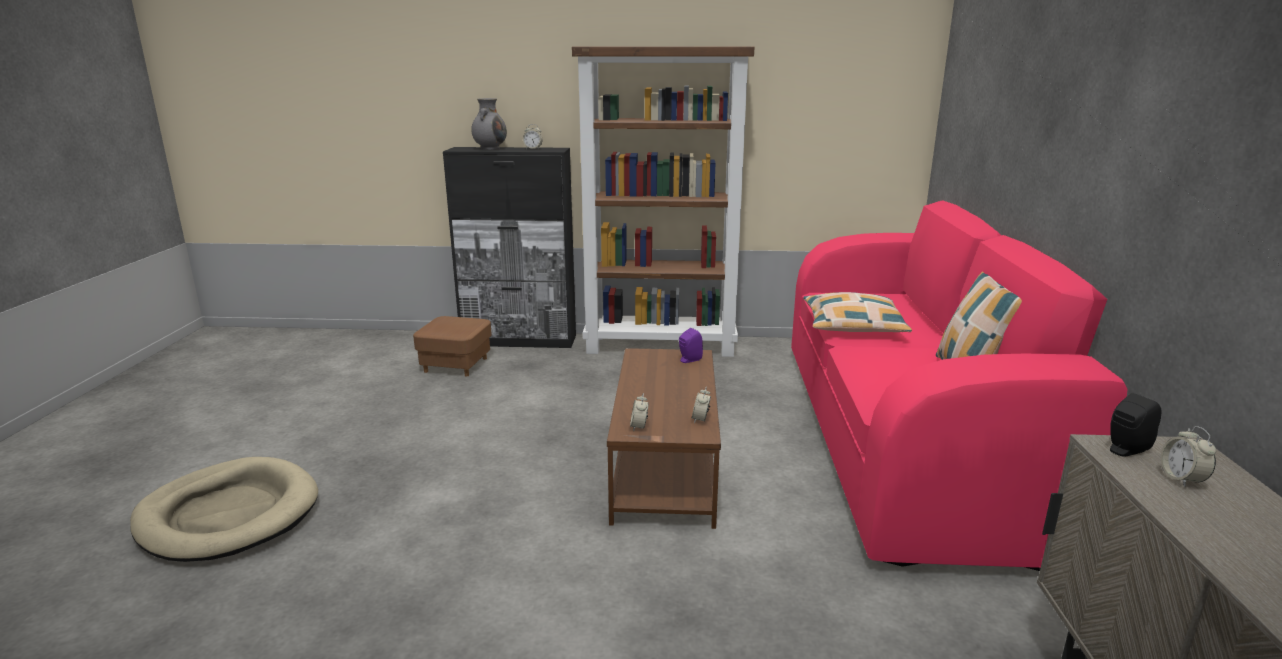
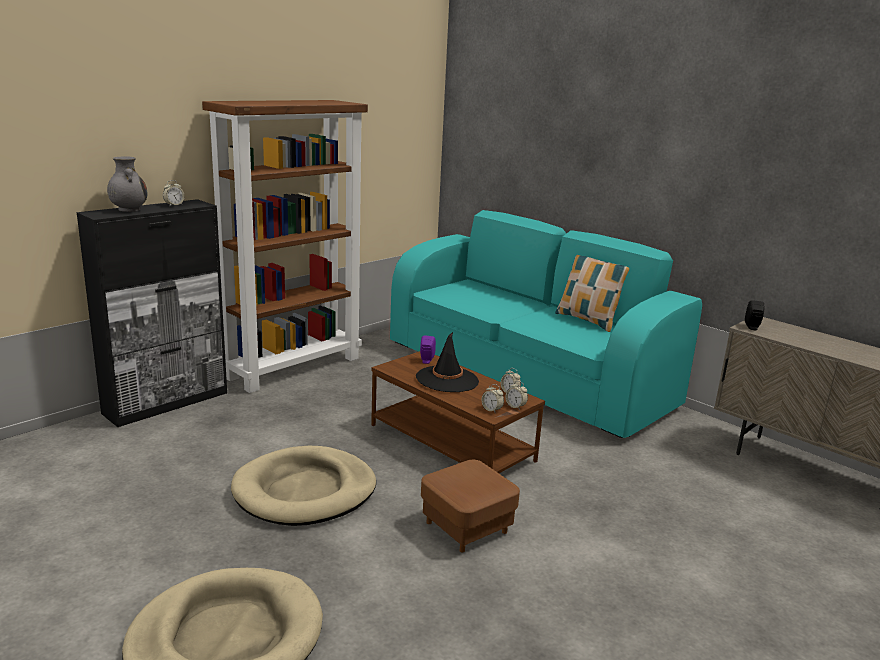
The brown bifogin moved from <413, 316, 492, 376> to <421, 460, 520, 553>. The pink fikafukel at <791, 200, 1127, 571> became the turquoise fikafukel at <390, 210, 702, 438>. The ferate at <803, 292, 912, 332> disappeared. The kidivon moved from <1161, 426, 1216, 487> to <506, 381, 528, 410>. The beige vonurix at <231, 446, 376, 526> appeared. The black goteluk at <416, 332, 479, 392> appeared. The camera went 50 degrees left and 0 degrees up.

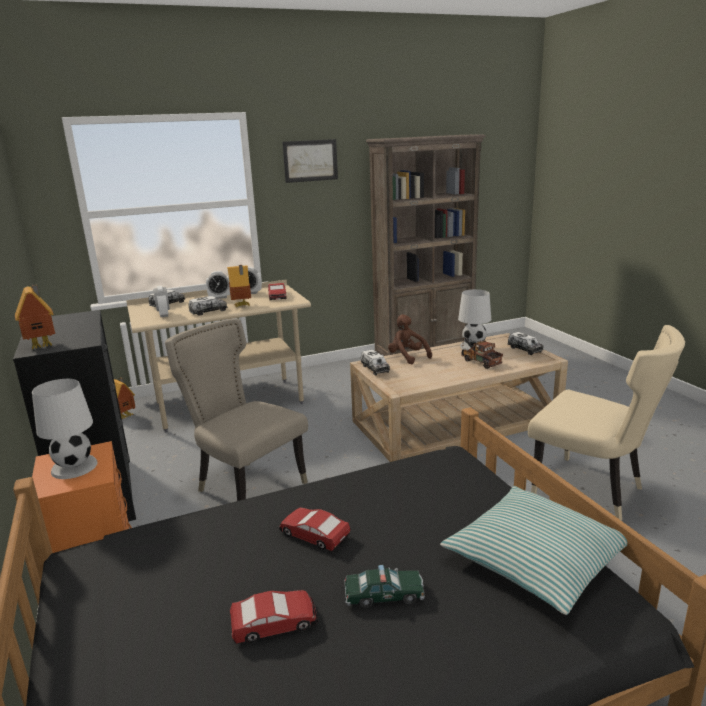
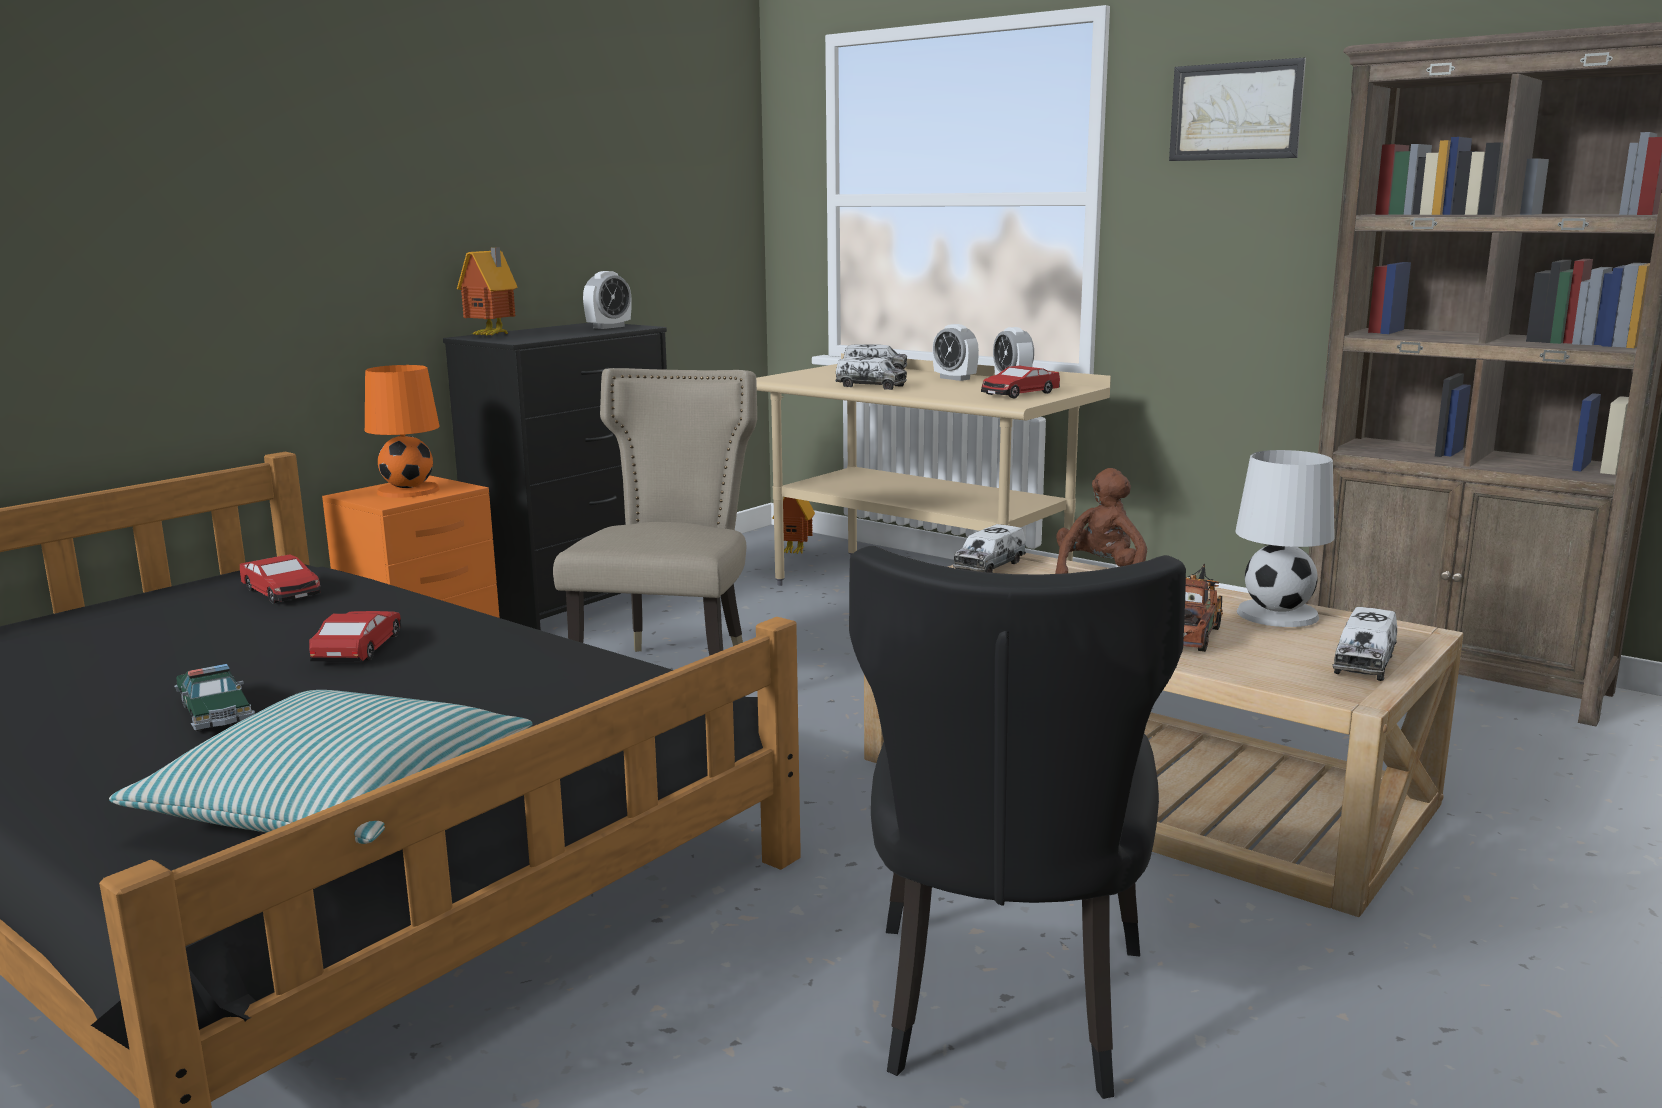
The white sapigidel at <32, 379, 98, 479> became the orange sapigidel at <365, 365, 440, 498>. The kidivon moved from <153, 286, 170, 317> to <583, 271, 632, 329>. The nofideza at <227, 265, 251, 307> disappeared. The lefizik moved from <230, 590, 318, 643> to <240, 554, 321, 603>. The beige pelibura at <528, 325, 685, 521> became the black pelibura at <849, 546, 1186, 1099>. The camera went 60 degrees right and 5 degrees down.

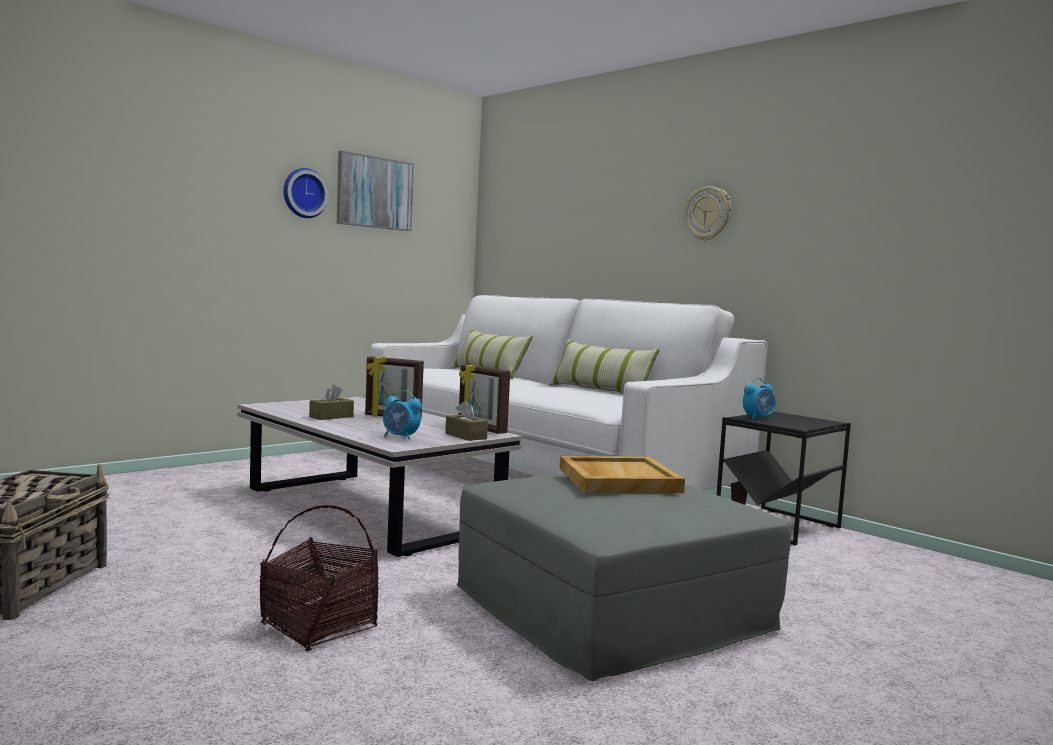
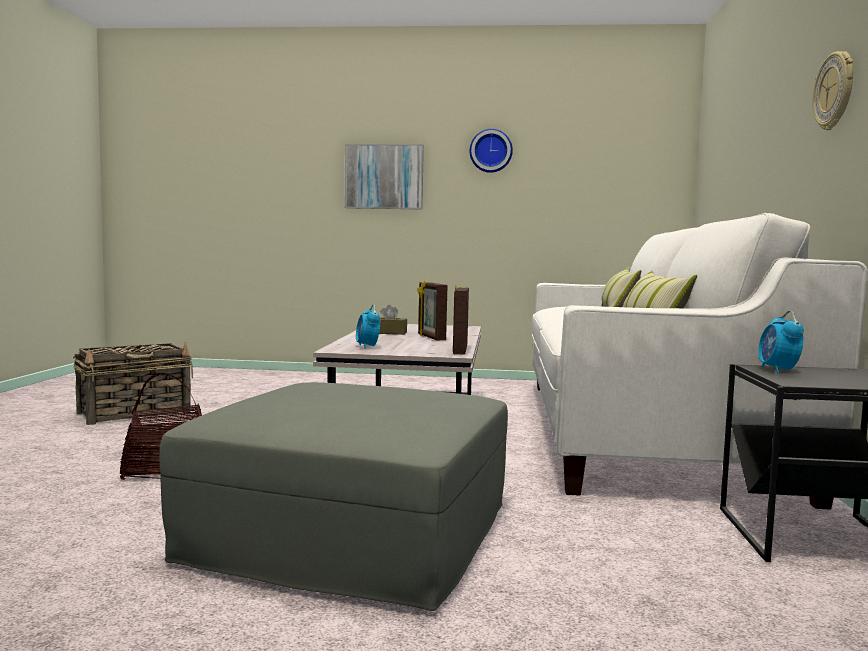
The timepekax moved from <337, 151, 414, 231> to <345, 144, 424, 209>. The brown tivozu at <445, 401, 488, 441> disappeared. The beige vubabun at <559, 456, 685, 493> disappeared. The kidivon at <743, 378, 775, 420> turned 75 degrees clockwise. The camera went 50 degrees right and 0 degrees up.

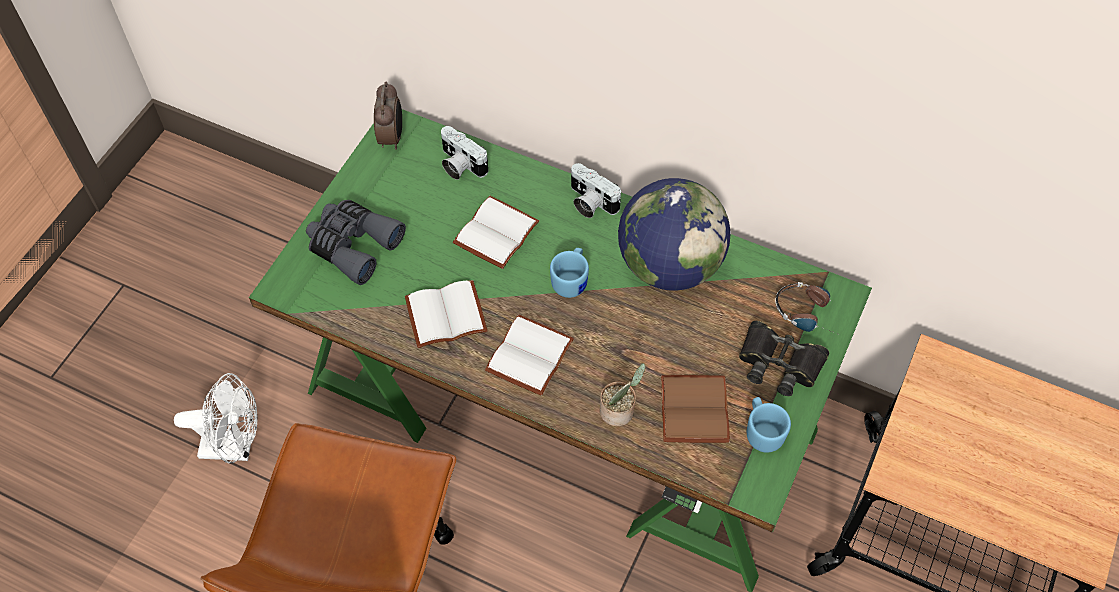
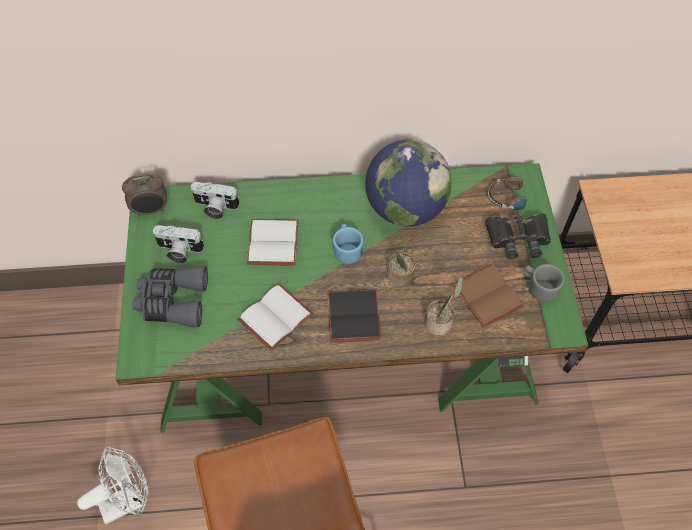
The kidivon at <374, 82, 402, 150> turned 105 degrees clockwise. The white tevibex at <485, 314, 574, 396> became the black tevibex at <327, 289, 382, 342>. The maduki moved from <571, 163, 621, 218> to <153, 225, 204, 263>. The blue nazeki at <747, 397, 791, 453> became the grey nazeki at <524, 264, 565, 302>. The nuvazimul at <388, 248, 416, 287> appeared. The camera went 30 degrees left and 0 degrees up.

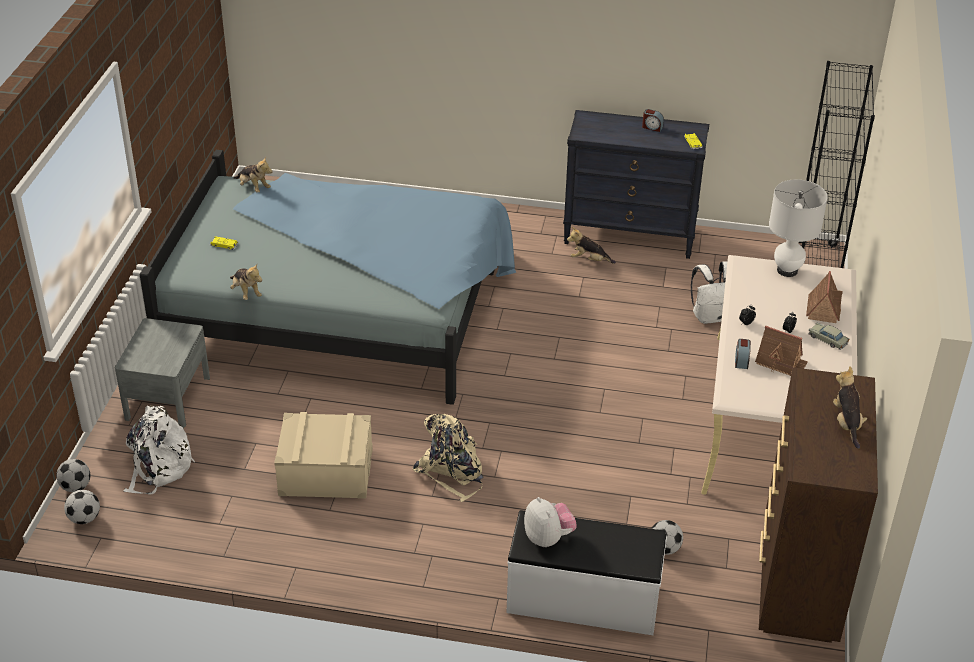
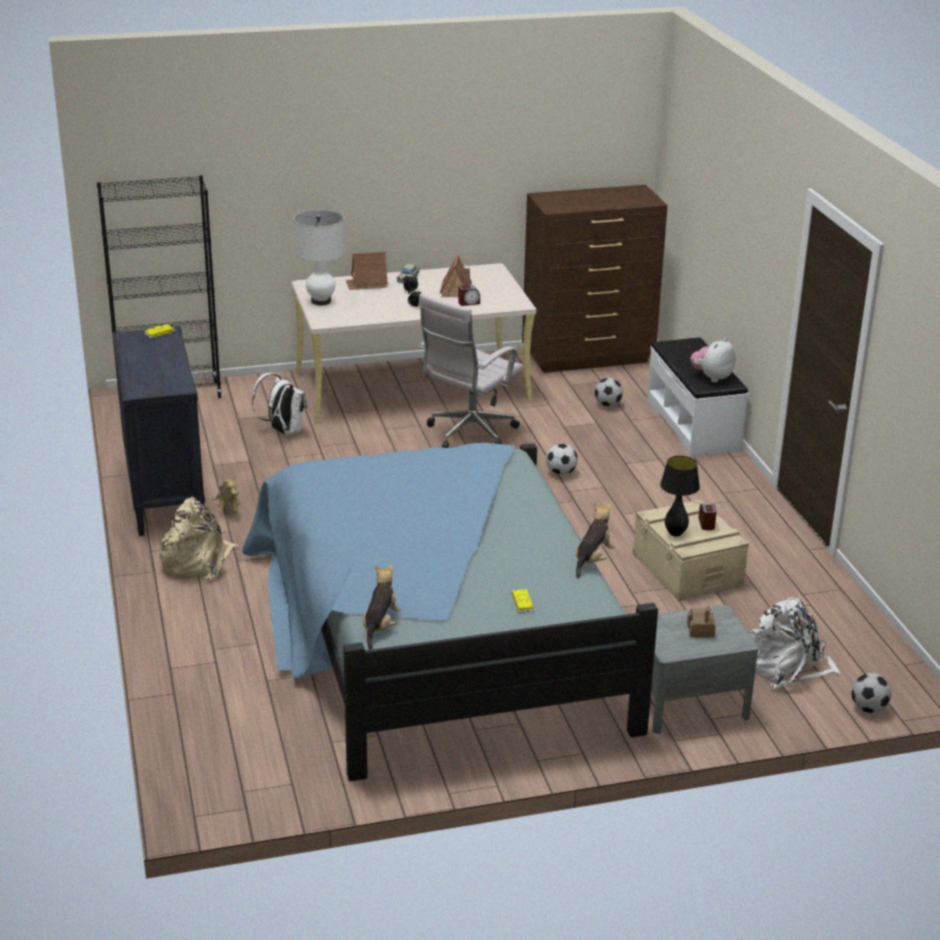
The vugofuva moved from <64, 490, 100, 524> to <546, 443, 578, 475>. The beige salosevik moved from <413, 414, 484, 502> to <159, 497, 239, 581>. The kidivon moved from <642, 109, 664, 132> to <699, 504, 717, 530>. The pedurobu at <833, 366, 867, 449> disappeared. The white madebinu at <418, 293, 524, 448> appeared. The black sapigidel at <660, 456, 700, 537> appeared. The nofideza at <687, 606, 716, 638> appeared. The camera went 115 degrees left and 10 degrees down.

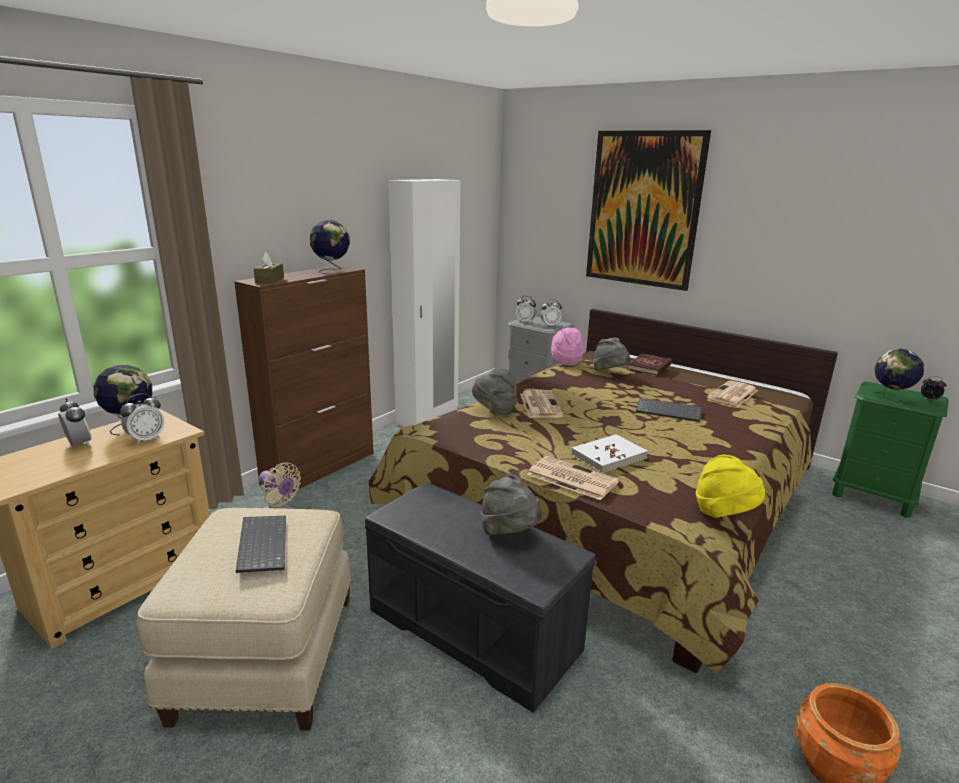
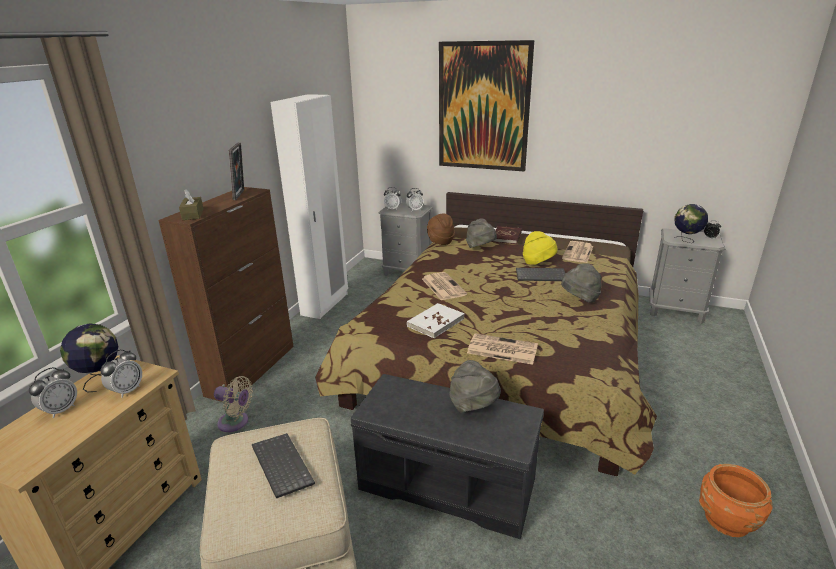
The kidivon at <58, 398, 92, 446> turned 90 degrees clockwise. The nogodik at <310, 220, 350, 274> was replaced by the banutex at <229, 143, 244, 200>. The grey goteluk moved from <472, 368, 517, 415> to <561, 263, 602, 303>. The pink goteluk at <551, 327, 584, 365> became the brown goteluk at <427, 213, 455, 245>. The white tevibex moved from <571, 434, 648, 473> to <407, 303, 465, 338>. The yellow goteluk moved from <696, 455, 765, 518> to <523, 231, 558, 265>. The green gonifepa at <832, 381, 949, 518> became the grey gonifepa at <650, 228, 725, 324>. The camera went 15 degrees left and 5 degrees up.

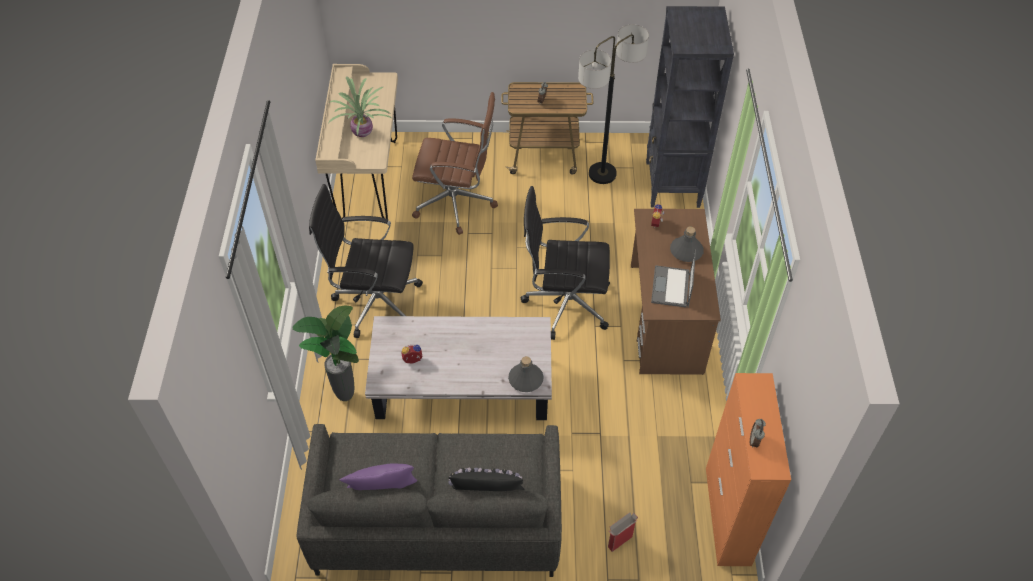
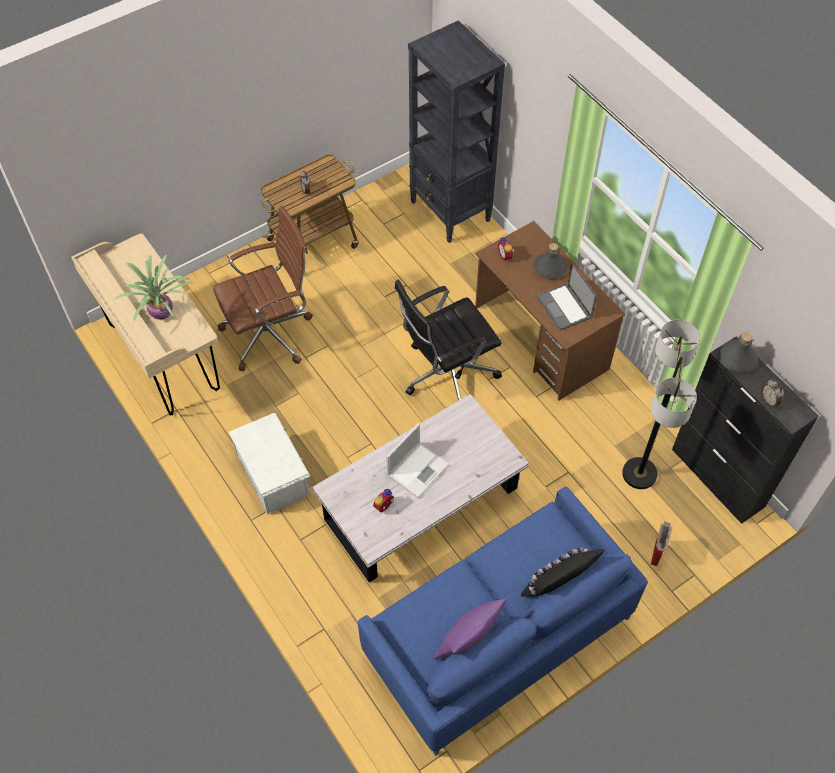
The nuvazimul at <292, 306, 359, 401> disappeared. The grey fikafukel at <297, 424, 562, 577> became the blue fikafukel at <358, 487, 648, 756>. The black madebinu at <309, 184, 423, 338> was replaced by the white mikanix at <229, 413, 310, 514>. The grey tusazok moved from <508, 356, 544, 392> to <718, 332, 758, 373>. The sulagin moved from <578, 24, 649, 184> to <622, 320, 700, 489>. The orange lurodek at <706, 373, 791, 566> became the black lurodek at <672, 337, 818, 524>. The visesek at <386, 423, 449, 498> appeared. The camera went 35 degrees left and 5 degrees up.

